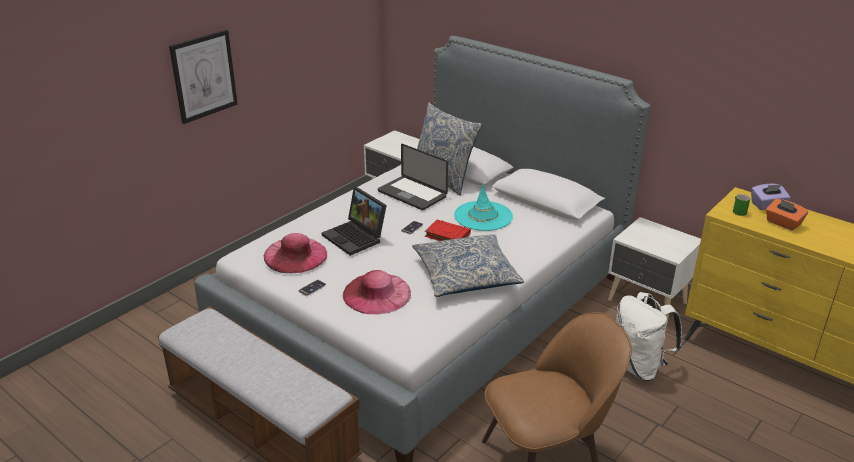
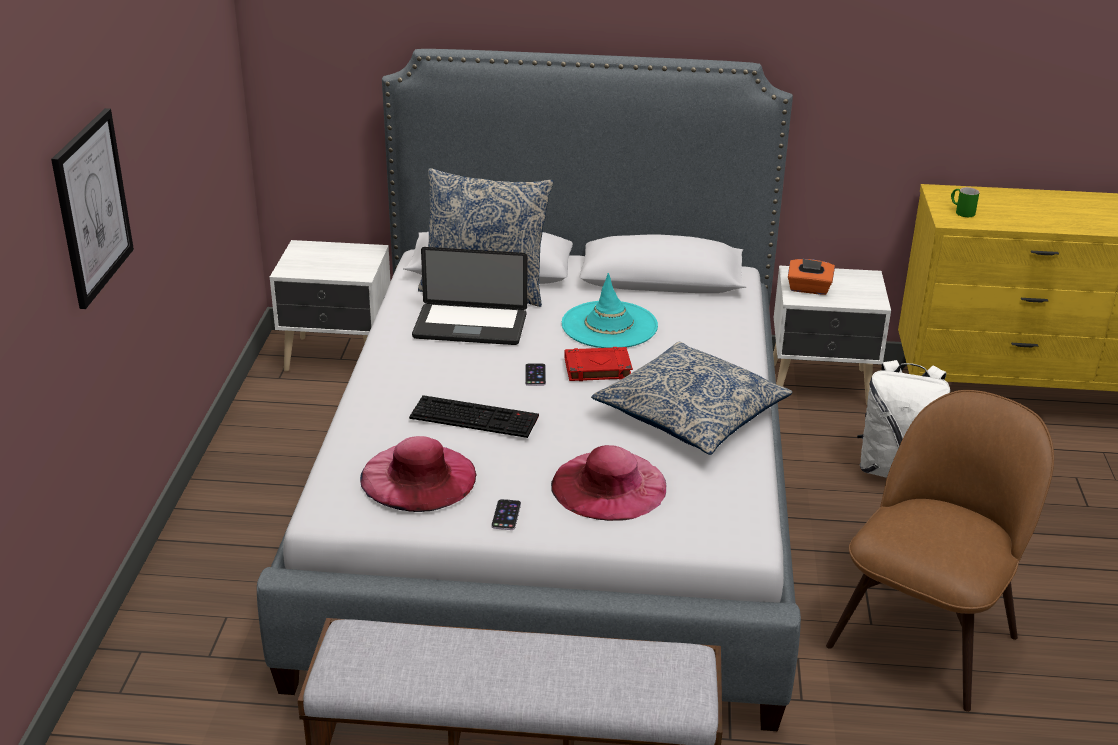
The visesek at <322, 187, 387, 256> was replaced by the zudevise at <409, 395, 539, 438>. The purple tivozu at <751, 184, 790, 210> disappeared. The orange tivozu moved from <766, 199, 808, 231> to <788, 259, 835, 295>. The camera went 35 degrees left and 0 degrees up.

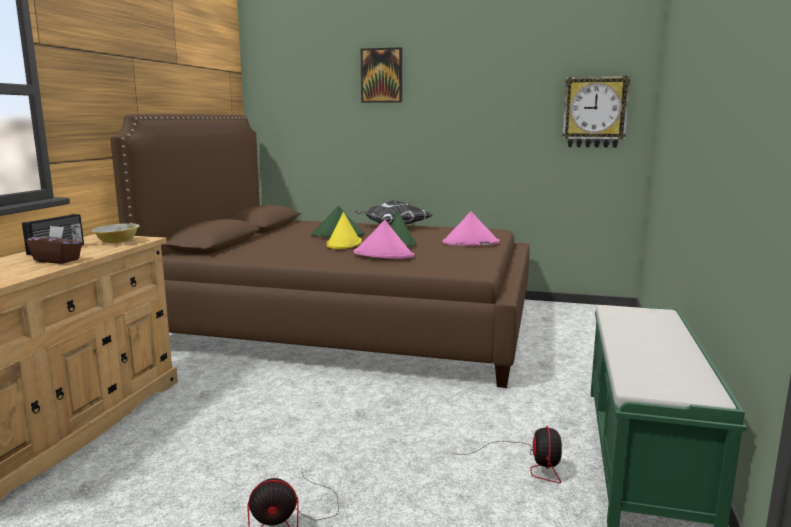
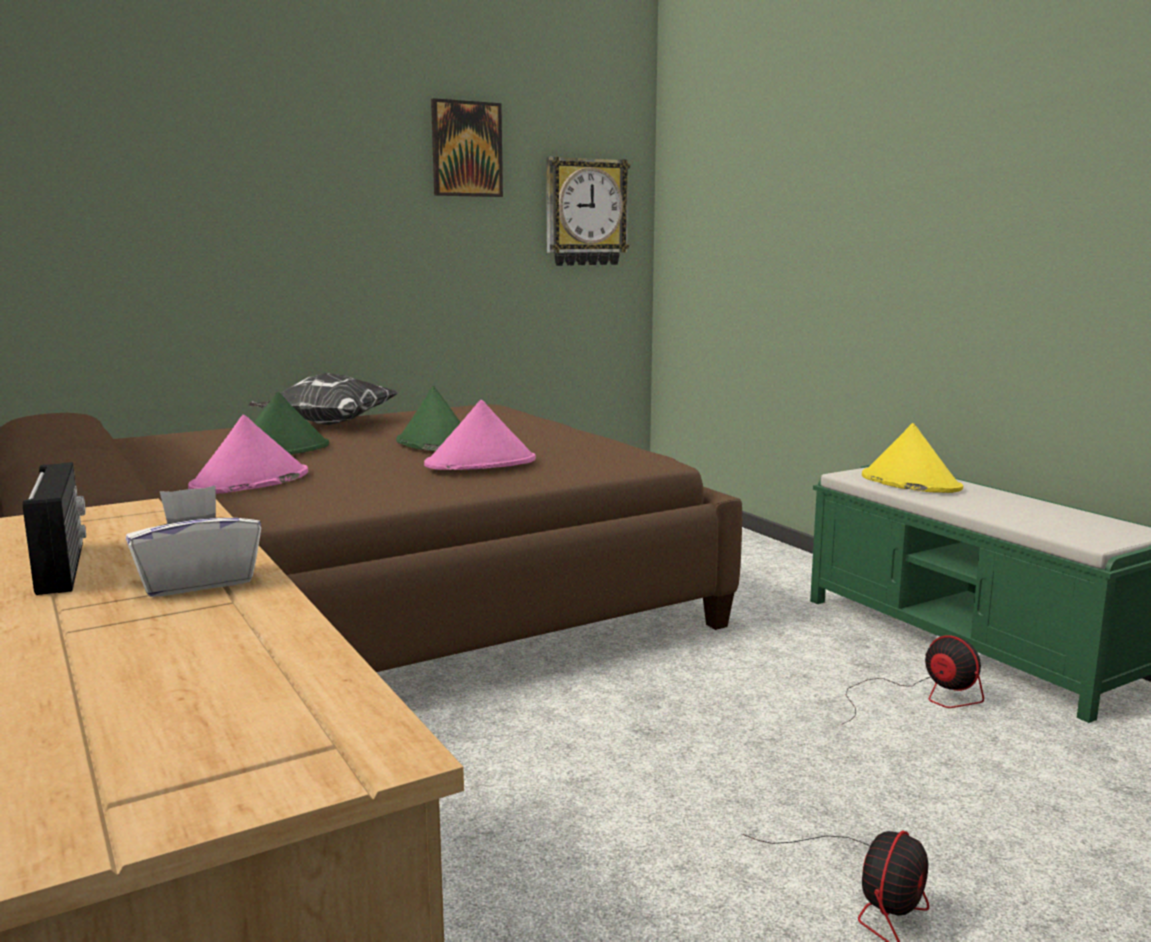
The brown tivozu at <27, 226, 83, 264> became the white tivozu at <126, 486, 262, 597>. The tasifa at <91, 223, 140, 243> disappeared. The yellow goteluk moved from <327, 212, 362, 249> to <862, 423, 963, 493>. The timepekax moved from <361, 47, 402, 103> to <431, 98, 503, 197>. The pink goteluk moved from <443, 212, 500, 246> to <188, 415, 308, 494>. The camera went 45 degrees left and 0 degrees up.

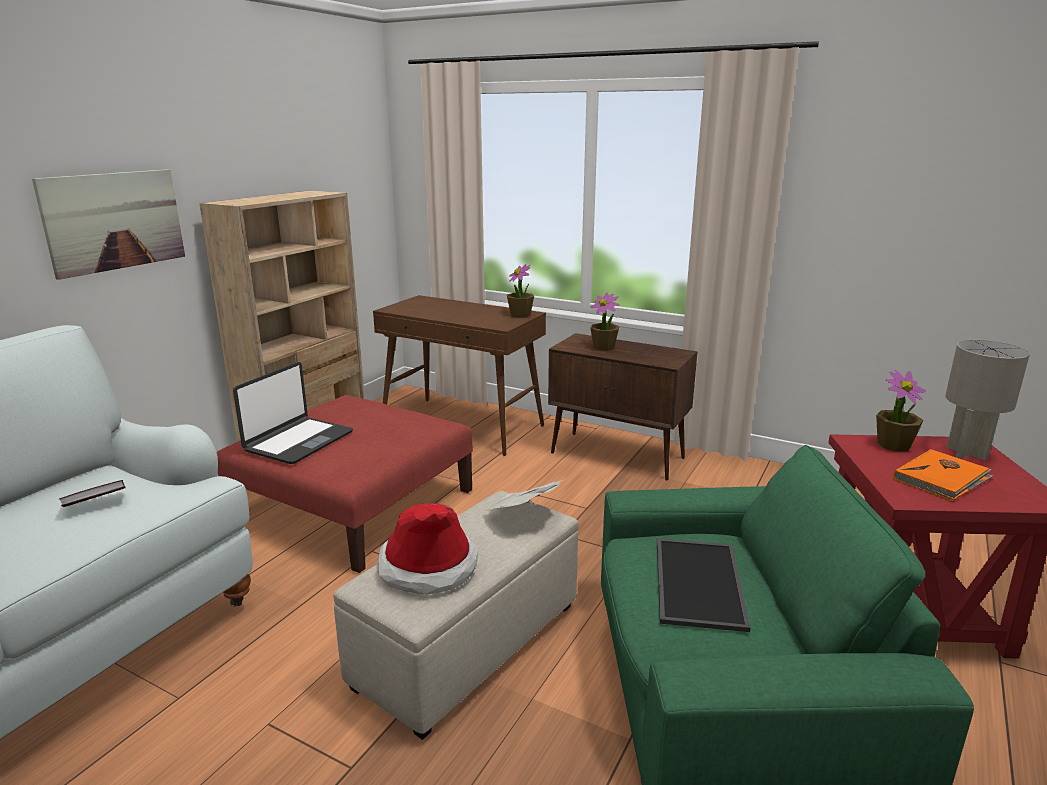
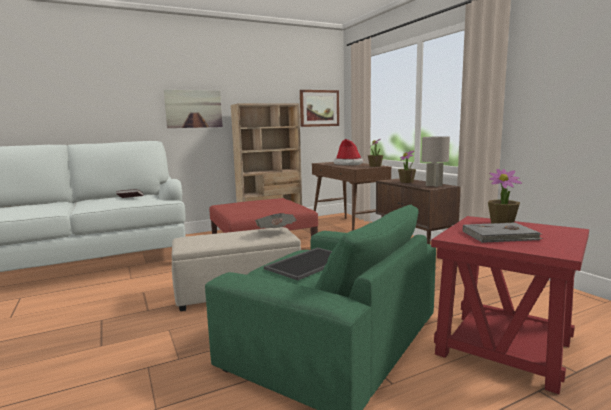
The visesek at <233, 362, 353, 464> disappeared. The goteluk moved from <378, 503, 478, 595> to <334, 139, 363, 165>. The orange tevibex at <893, 449, 993, 501> became the grey tevibex at <463, 223, 543, 243>. The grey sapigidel moved from <945, 340, 1030, 460> to <422, 136, 450, 187>. The timepekax at <300, 90, 339, 127> appeared. The camera went 35 degrees right and 10 degrees down.

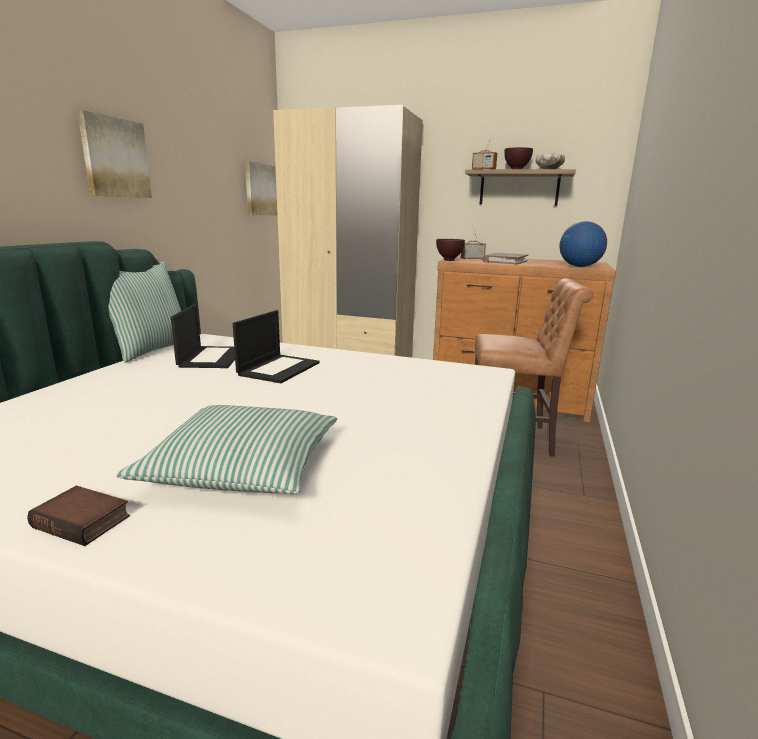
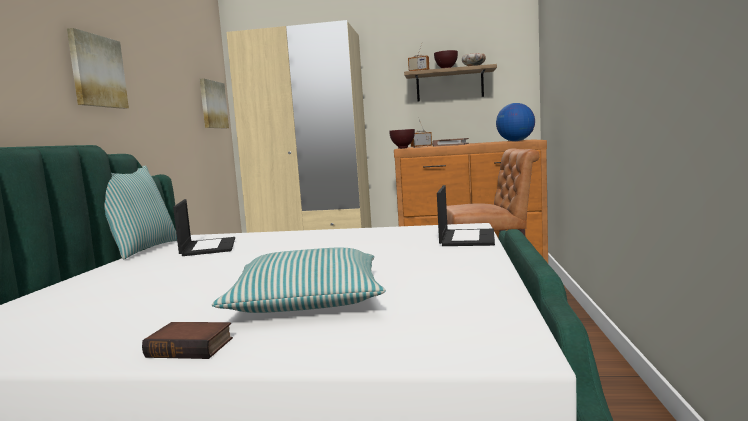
The visesek moved from <233, 310, 320, 383> to <437, 185, 495, 246>. The camera went 10 degrees left and 10 degrees down.

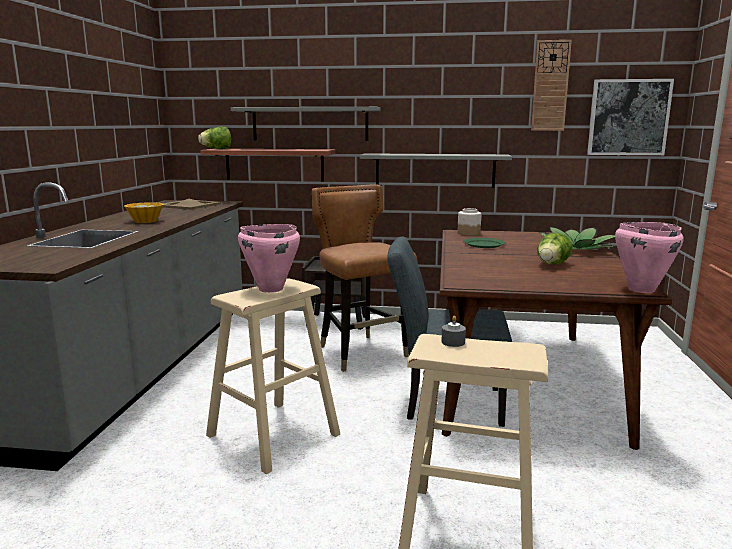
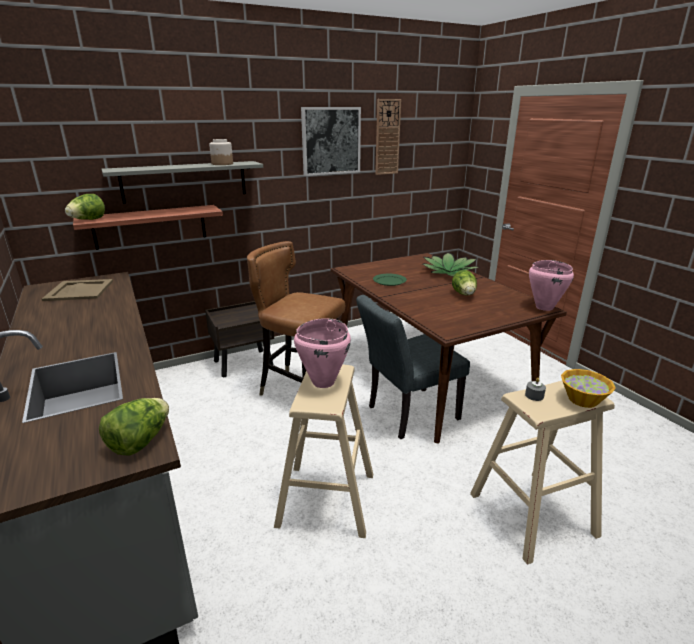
The tasifa moved from <124, 202, 164, 223> to <561, 369, 615, 408>. The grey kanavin at <360, 153, 512, 188> disappeared. The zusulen moved from <458, 208, 481, 236> to <209, 139, 233, 165>. The timepekax moved from <587, 79, 674, 155> to <301, 107, 361, 176>. The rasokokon at <99, 398, 169, 456> appeared. The camera went 35 degrees left and 10 degrees up.

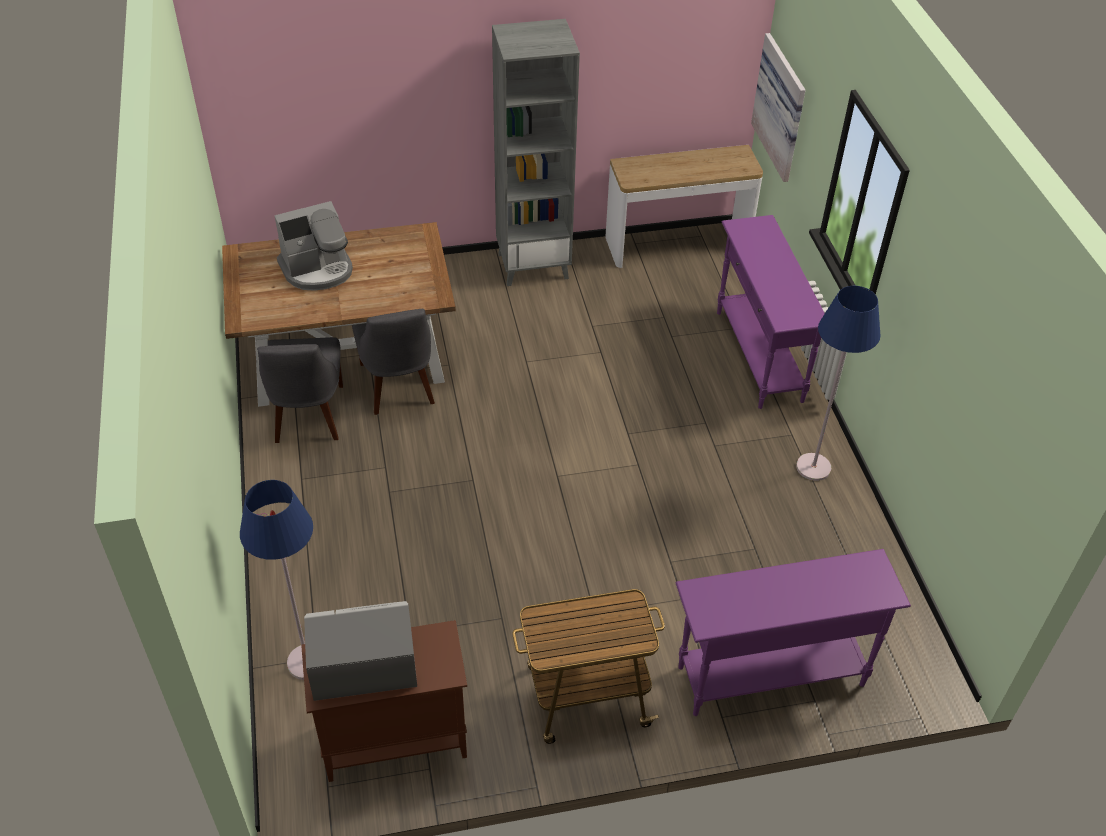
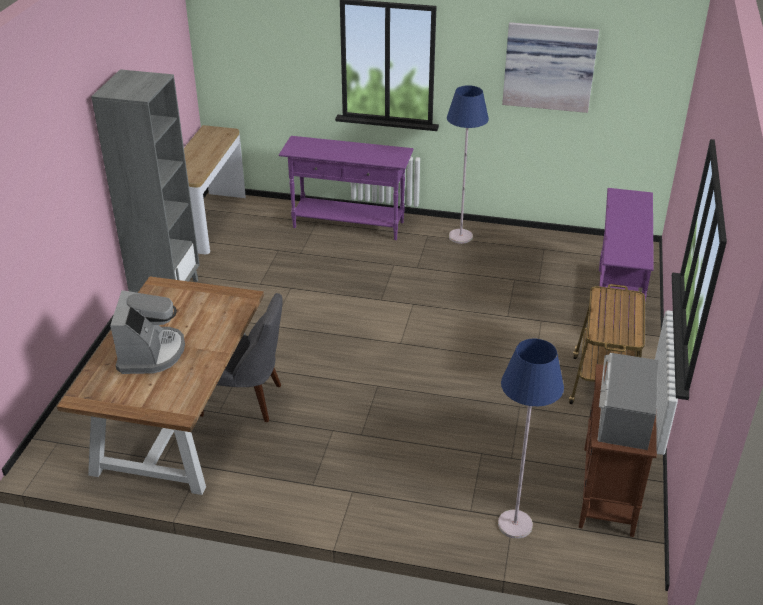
The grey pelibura at <257, 337, 343, 443> disappeared. The timepekax moved from <751, 33, 806, 182> to <502, 22, 599, 113>. The camera went 65 degrees left and 10 degrees down.

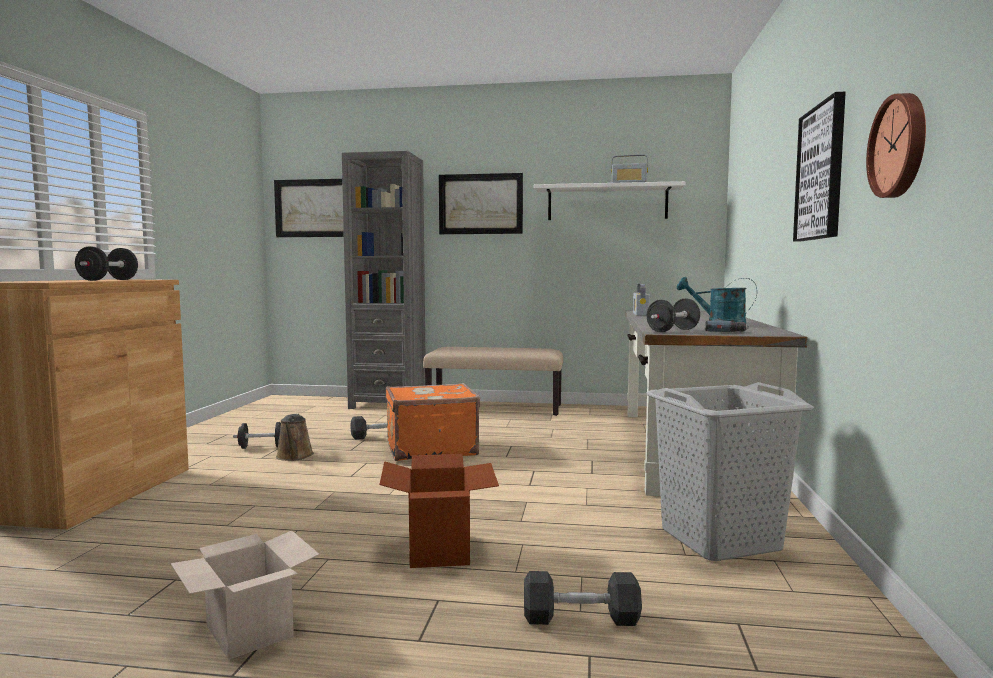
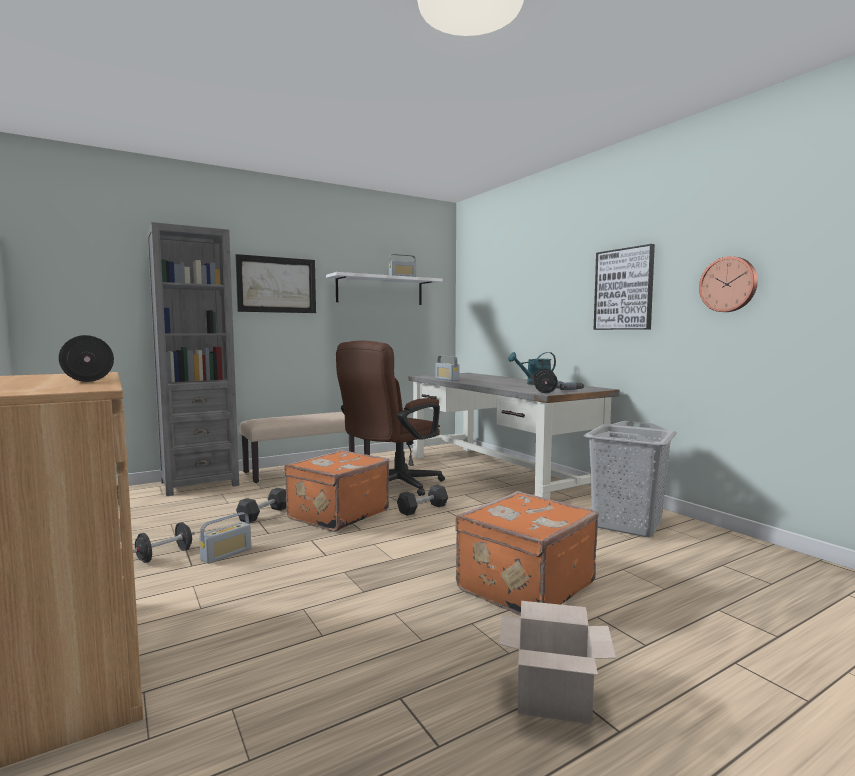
The timepekax at <274, 179, 344, 237> disappeared. The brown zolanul at <276, 414, 314, 461> was replaced by the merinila at <199, 512, 251, 564>. The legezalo at <379, 454, 499, 568> was replaced by the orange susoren at <455, 491, 599, 616>. The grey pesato moved from <524, 571, 642, 626> to <397, 484, 448, 516>. The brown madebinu at <336, 341, 445, 496> appeared. The camera went 40 degrees left and 0 degrees up.

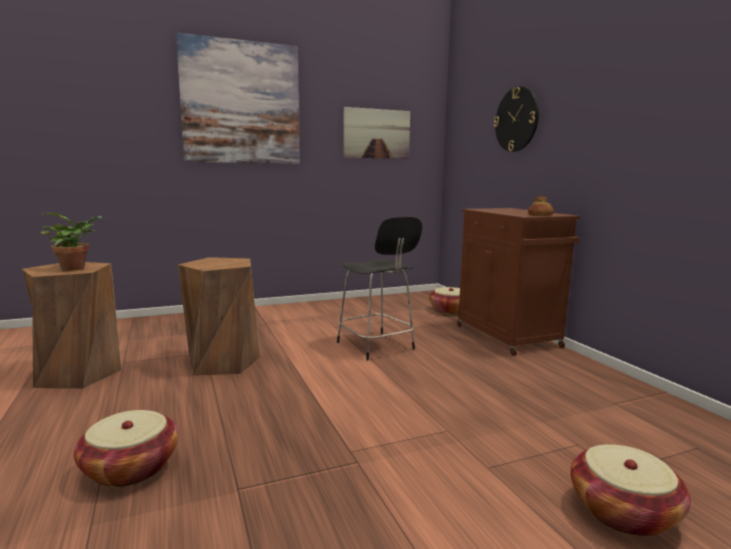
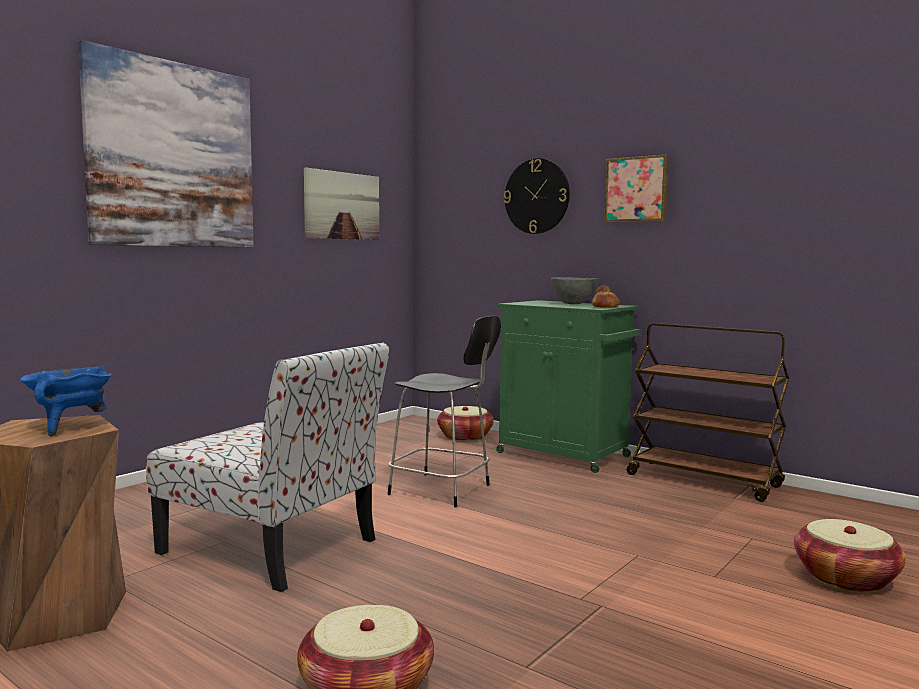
The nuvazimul at <40, 213, 102, 271> was replaced by the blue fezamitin at <20, 366, 112, 437>. The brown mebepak at <178, 257, 260, 375> was replaced by the pelibura at <146, 343, 389, 592>. The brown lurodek at <457, 208, 580, 356> became the green lurodek at <496, 300, 641, 473>. The grey tasifa at <551, 277, 599, 304> appeared. The timepekax at <604, 155, 669, 222> appeared. The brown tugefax at <627, 323, 789, 502> appeared. The camera went 30 degrees left and 5 degrees down.

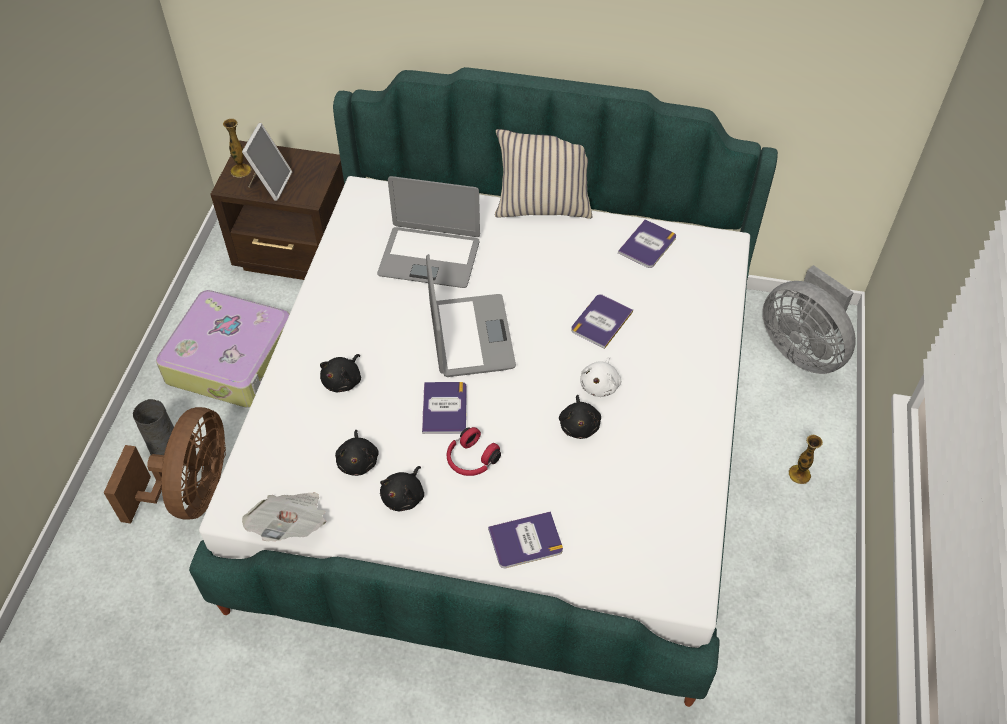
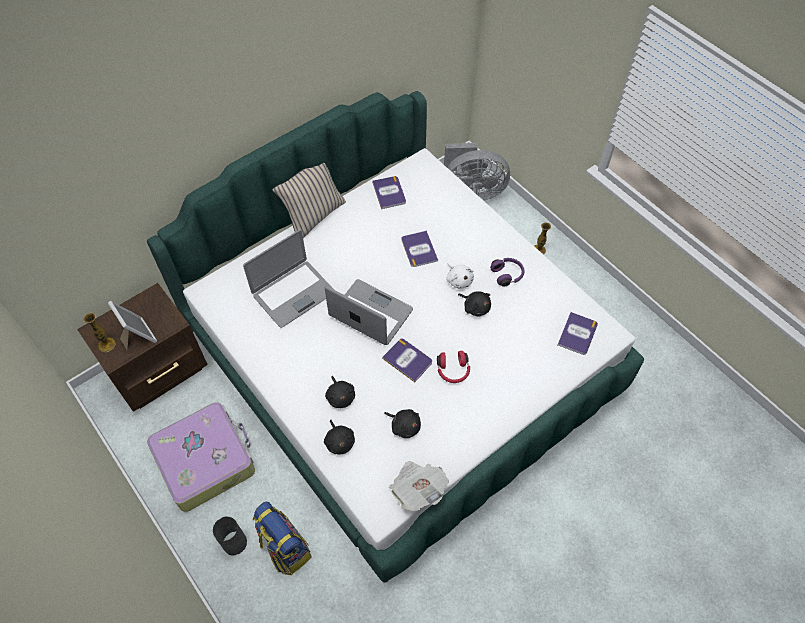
The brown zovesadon at <104, 407, 226, 524> was replaced by the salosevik at <252, 502, 311, 575>. The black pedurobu moved from <380, 466, 424, 511> to <324, 420, 355, 454>. The tevibex moved from <488, 511, 563, 568> to <558, 312, 598, 355>. The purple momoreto at <490, 258, 524, 287> appeared. The camera went 50 degrees left and 5 degrees up.

